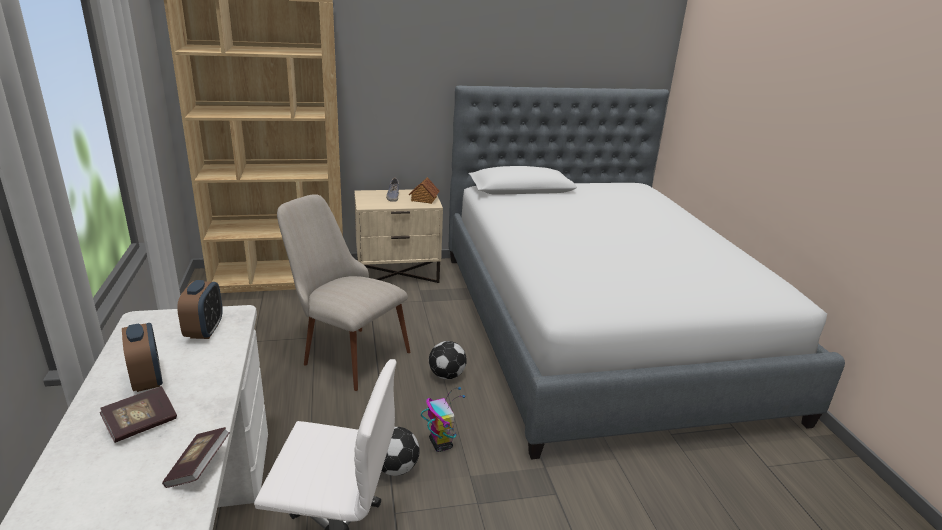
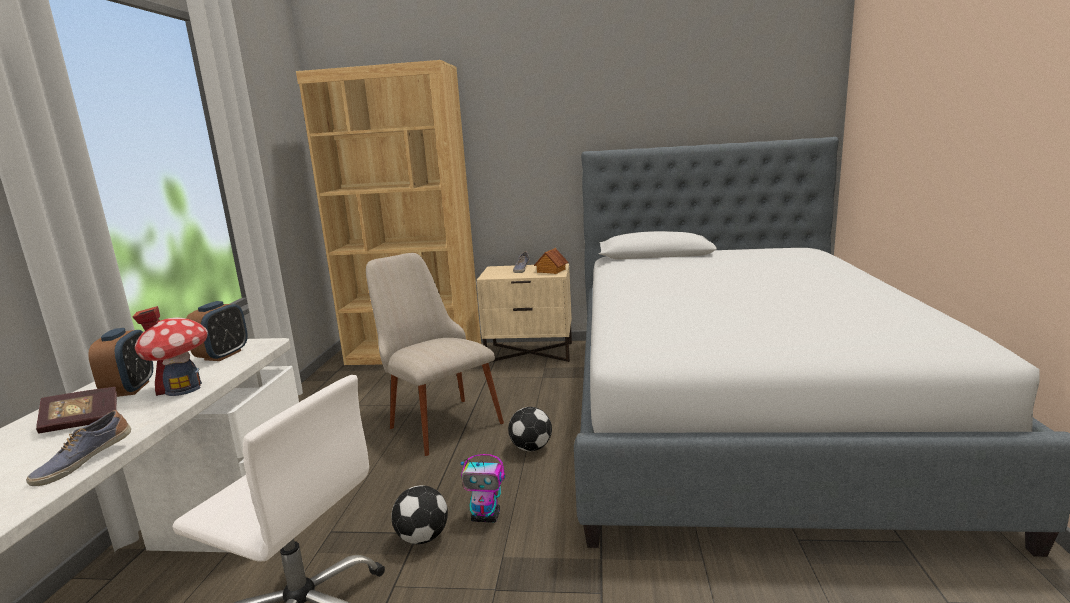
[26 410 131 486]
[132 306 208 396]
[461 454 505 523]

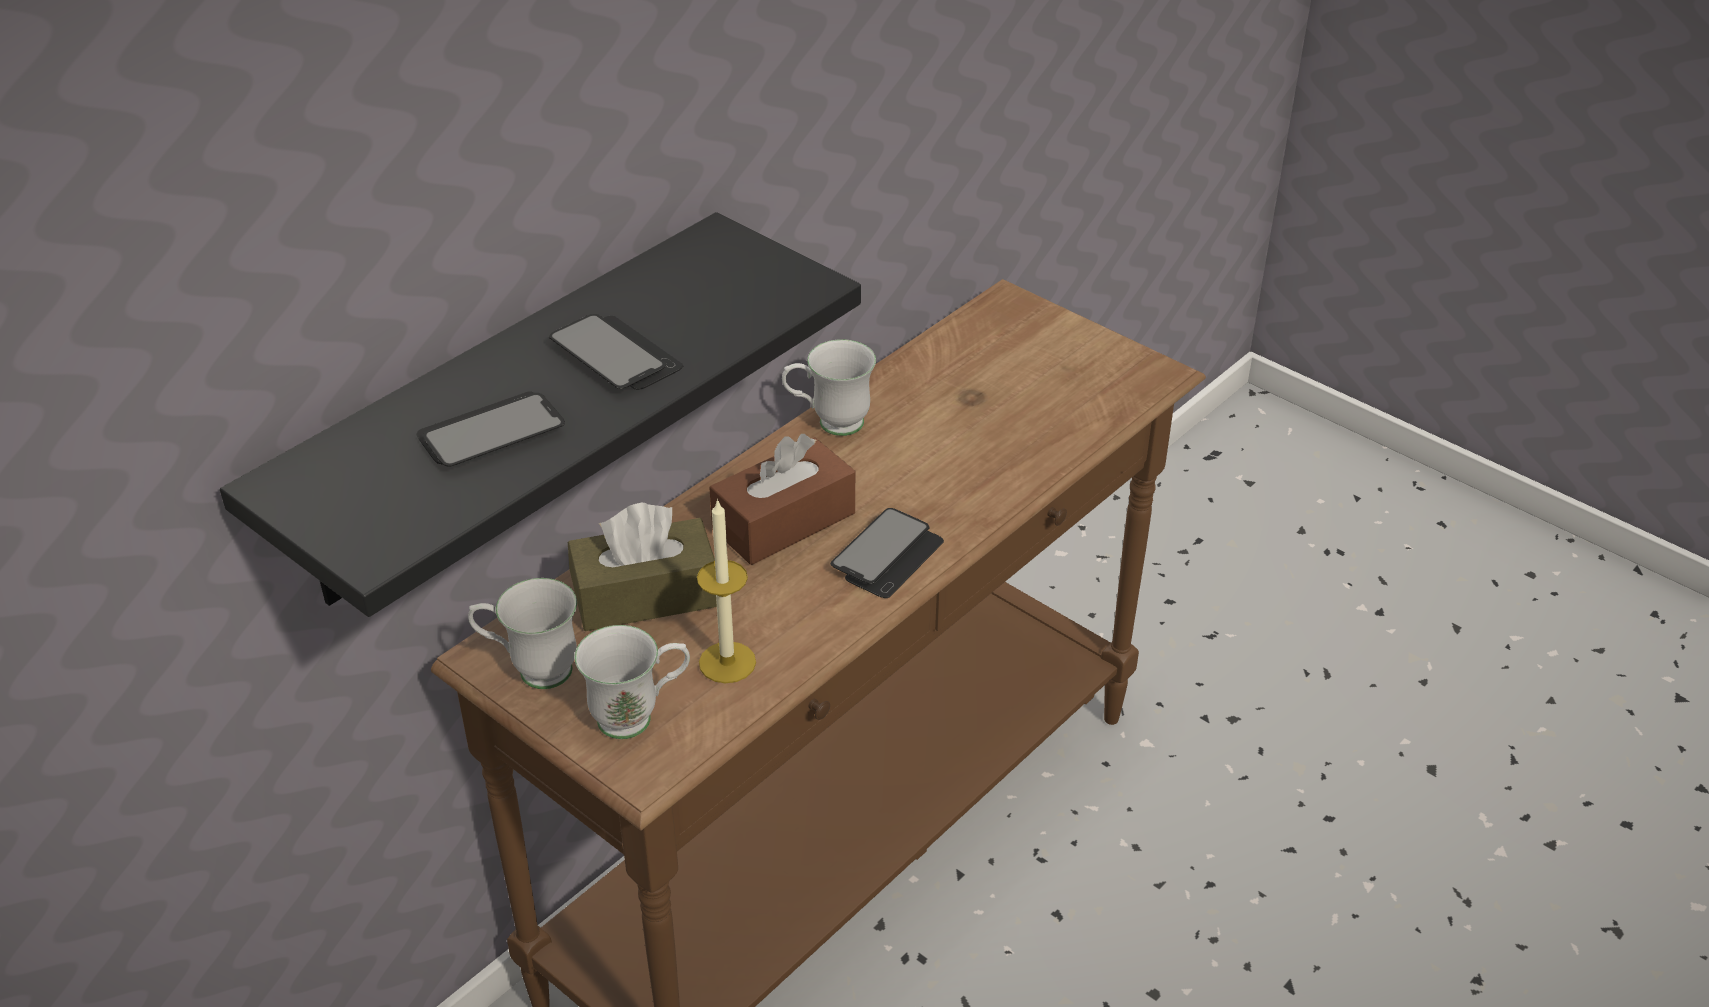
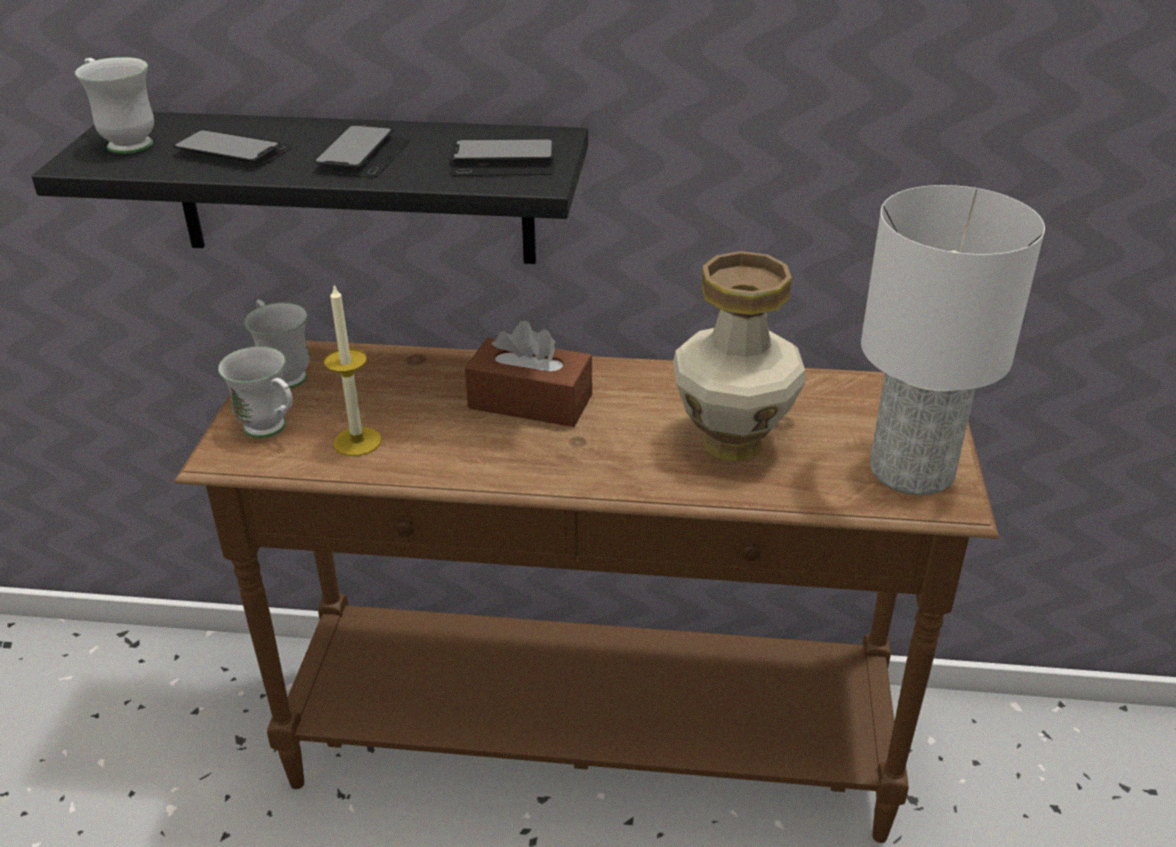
[75 57 154 154]
[450 139 555 176]
[673 251 806 462]
[861 185 1045 495]
[568 503 717 631] (first image)

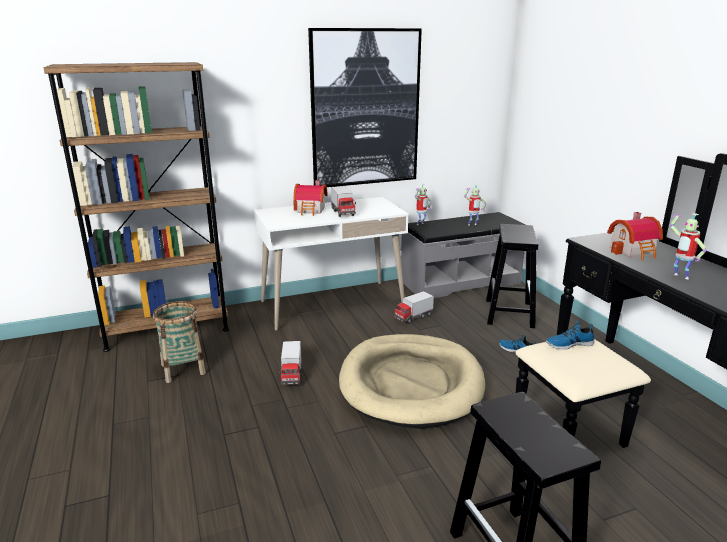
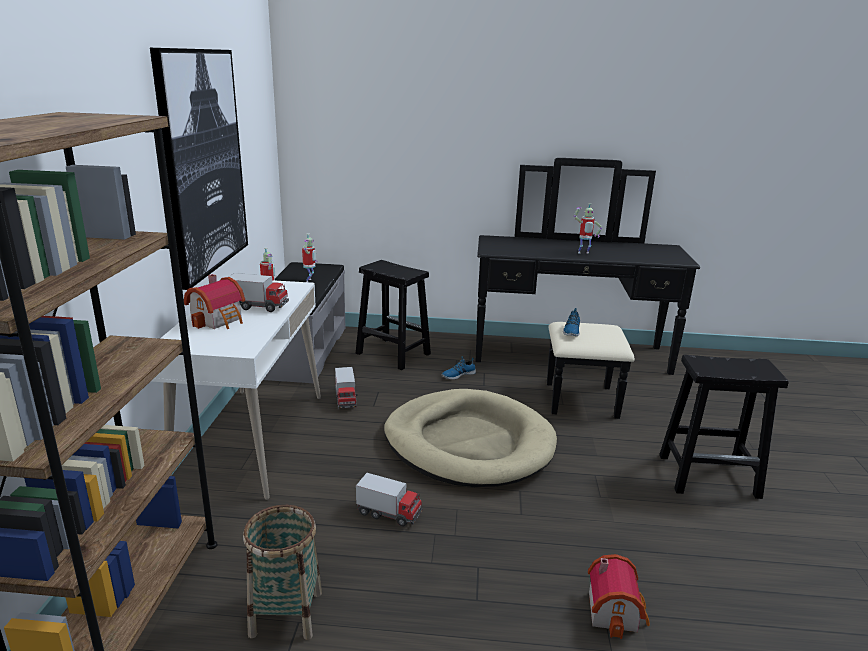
[588 554 650 639]

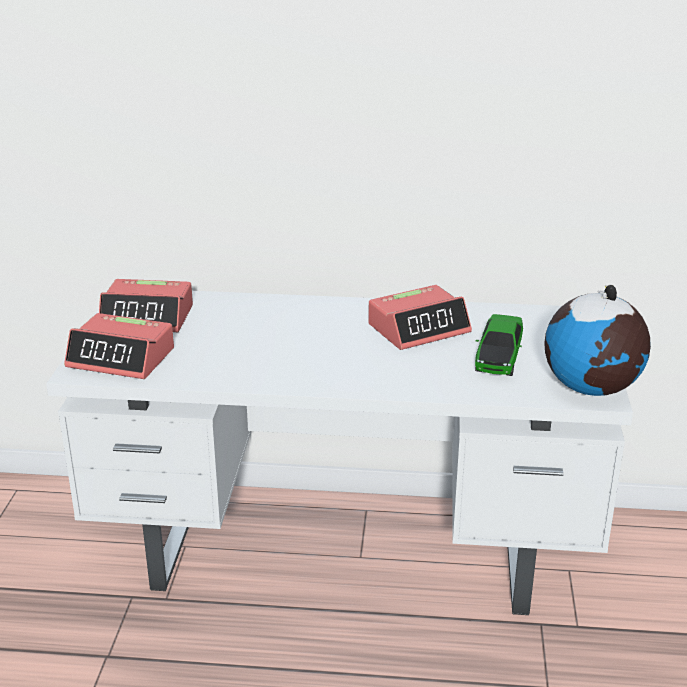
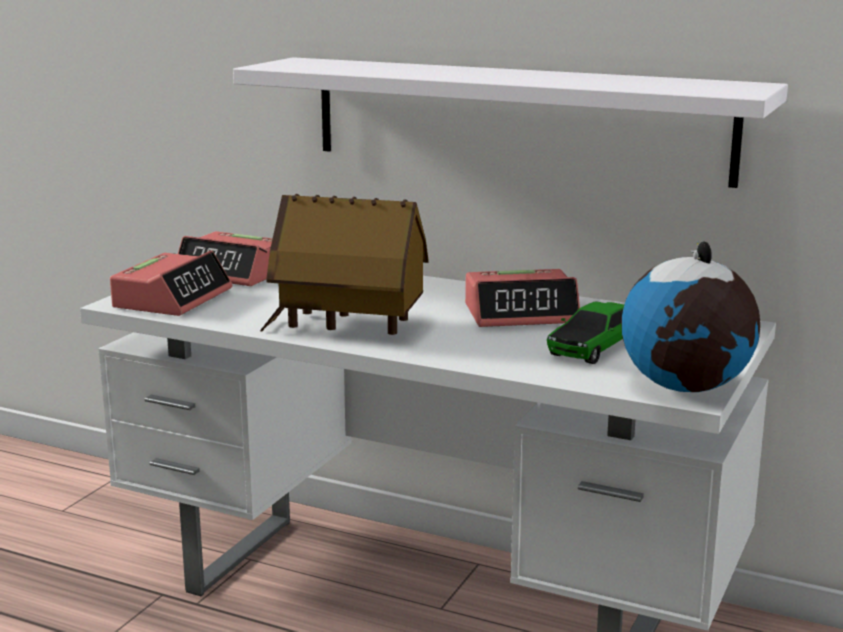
[110 251 232 316]
[233 57 788 188]
[260 194 428 335]

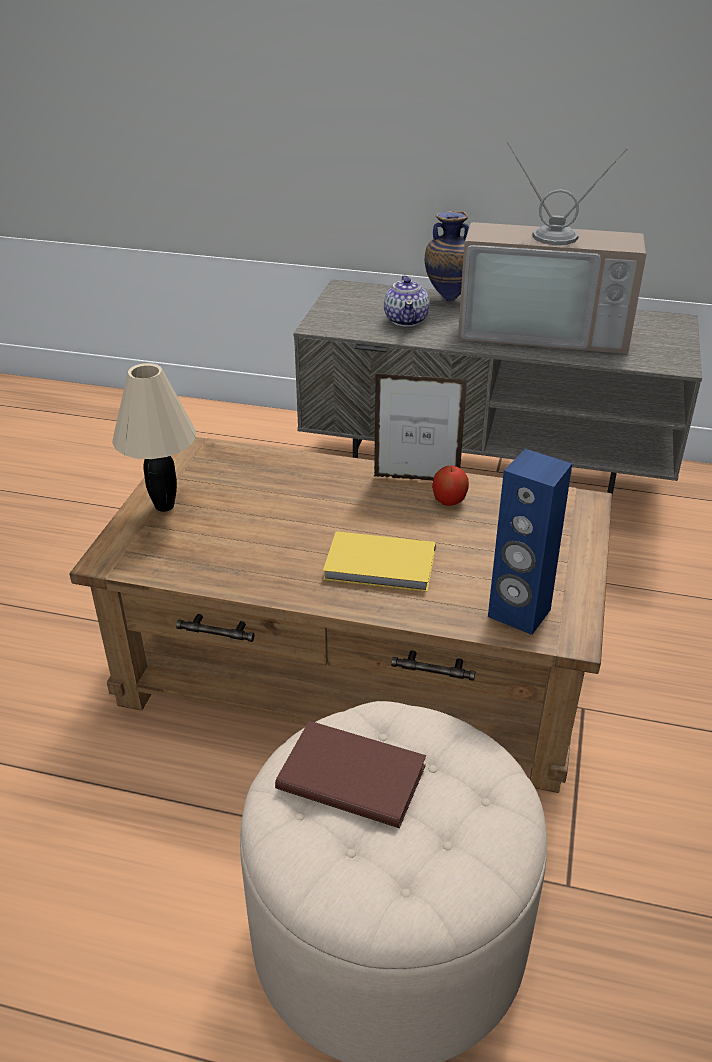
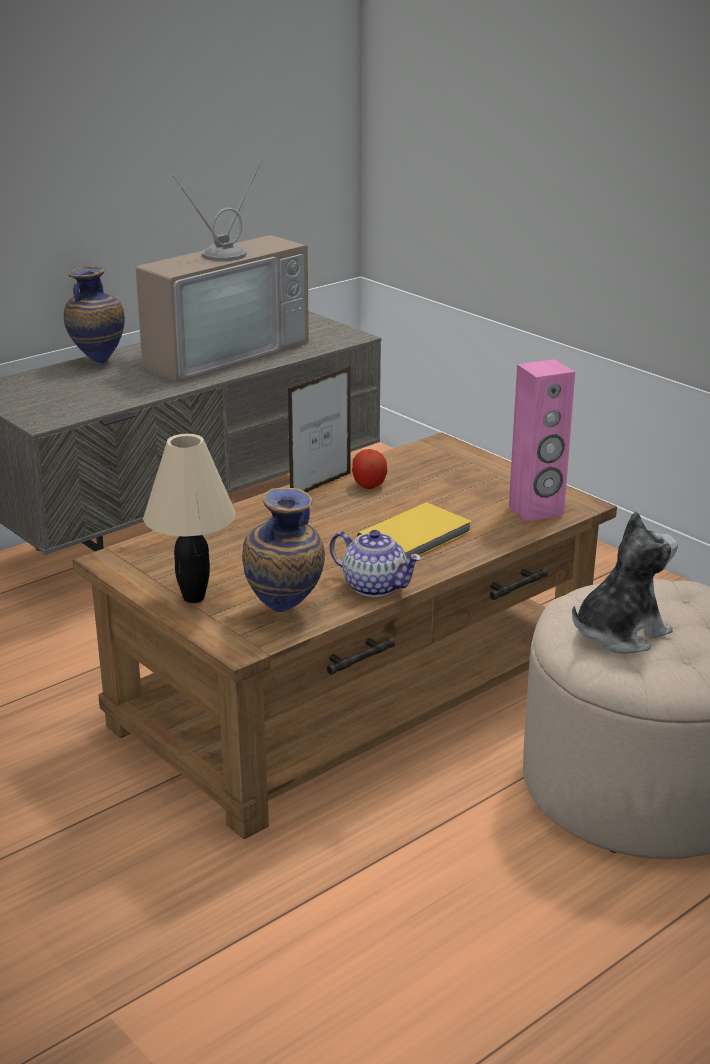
[242 488 325 612]
[330 530 422 597]
[509 359 575 522]
[572 511 678 654]

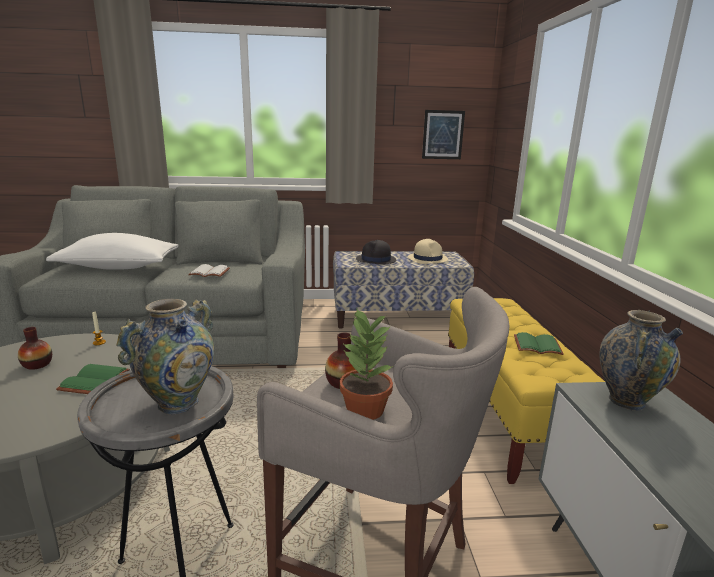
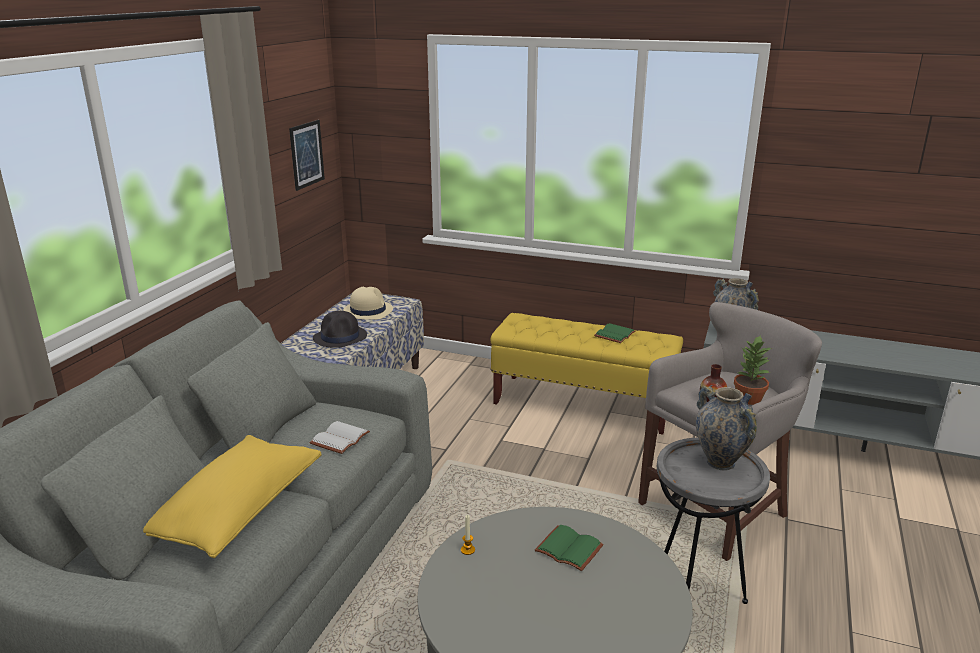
[143 435 322 558]
[18 327 52 370] (first image)

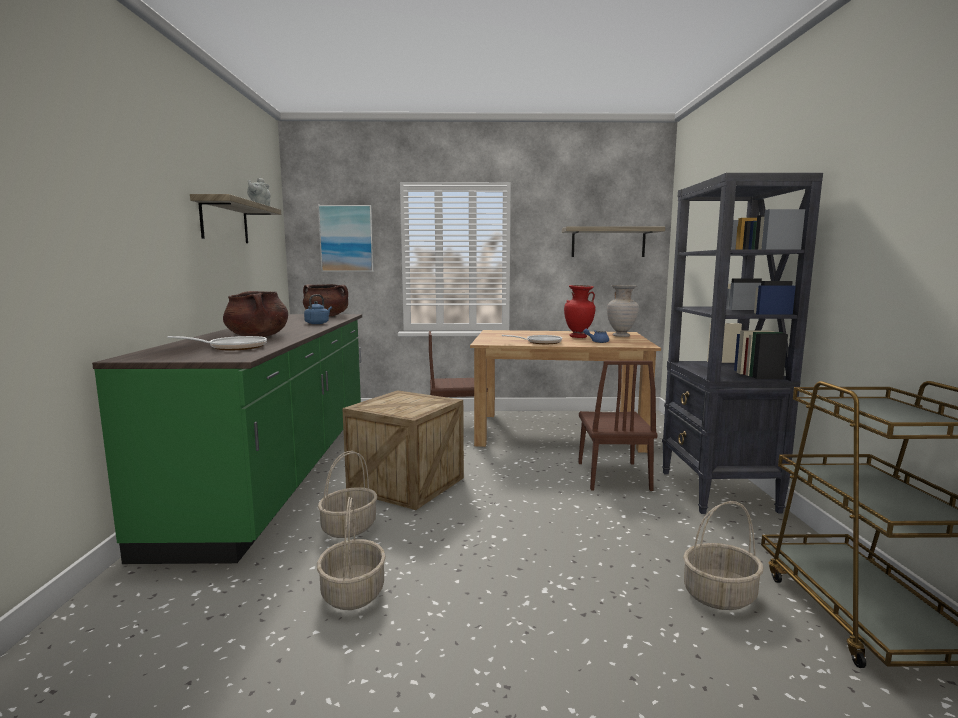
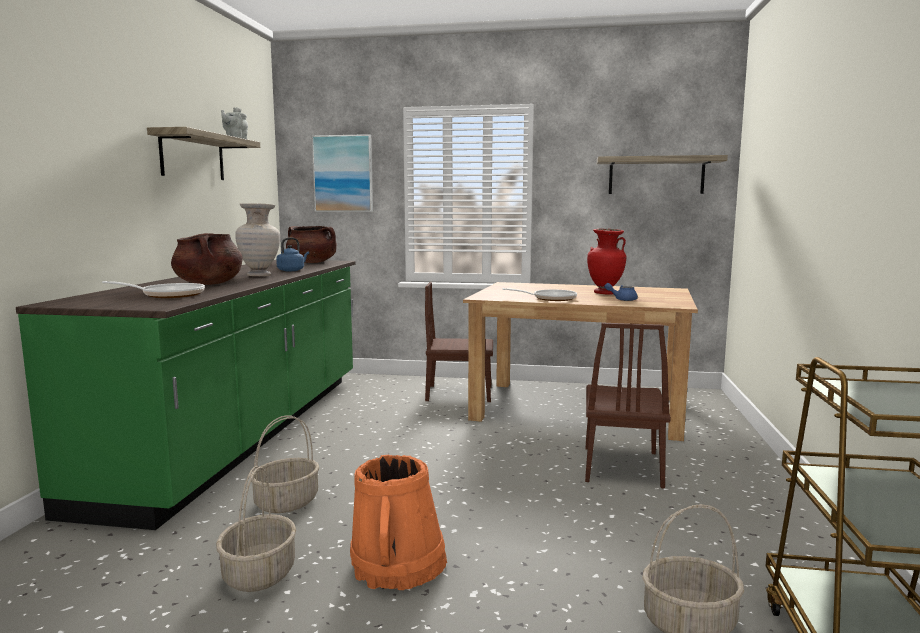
[235 203 280 276]
[350 454 447 590]
[342 390 464 510] (first image)
[662 173 823 514] (first image)

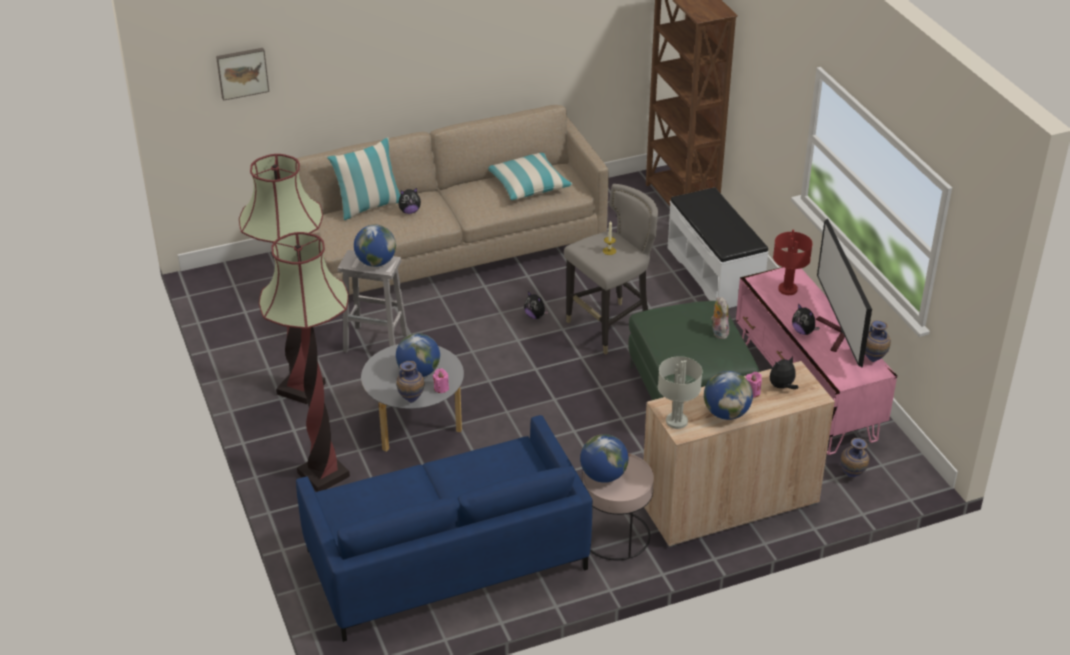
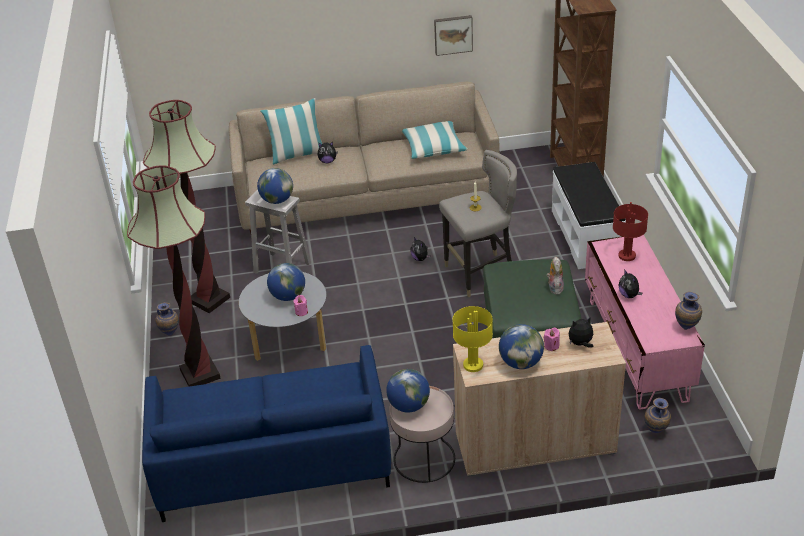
[155 302 179 336]
[434 15 473 56]
[453 306 493 372]
[816 218 872 368] (first image)

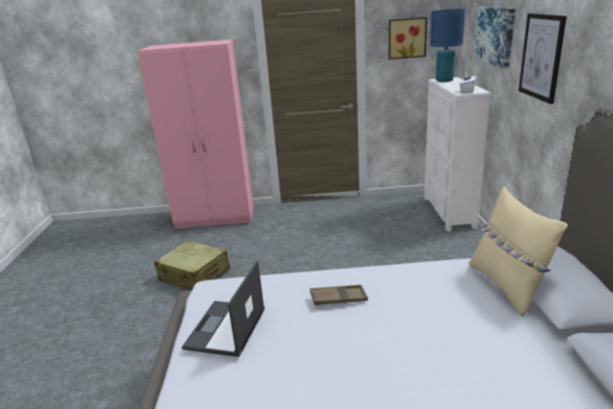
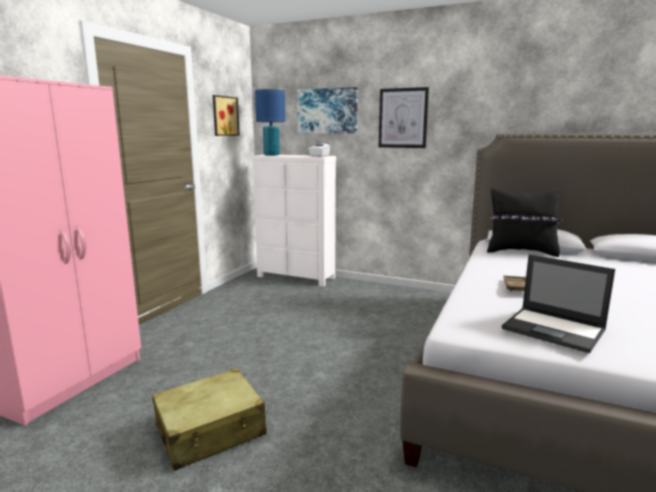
[487 188 562 257]

